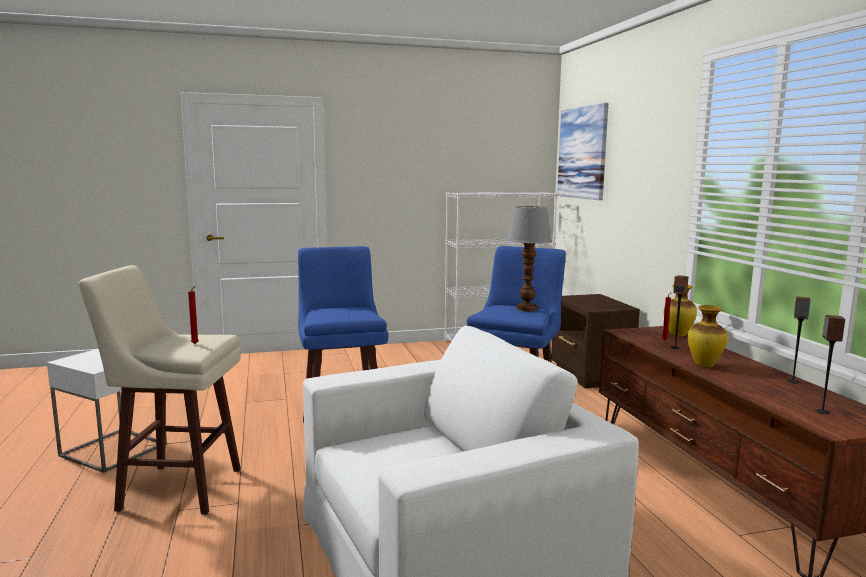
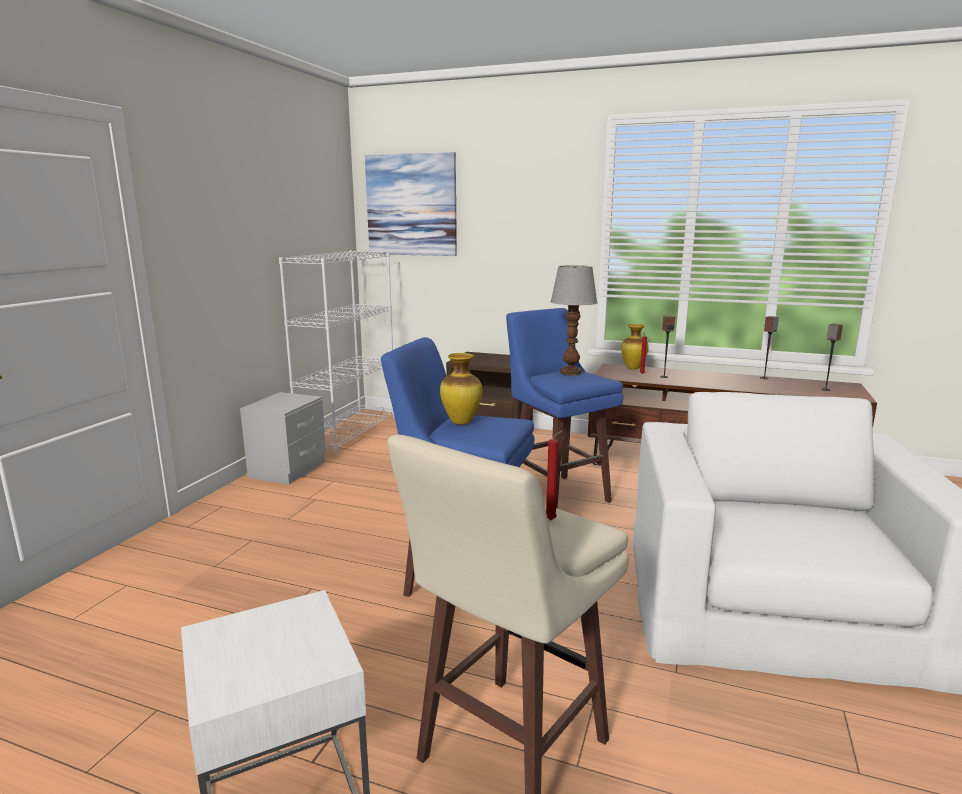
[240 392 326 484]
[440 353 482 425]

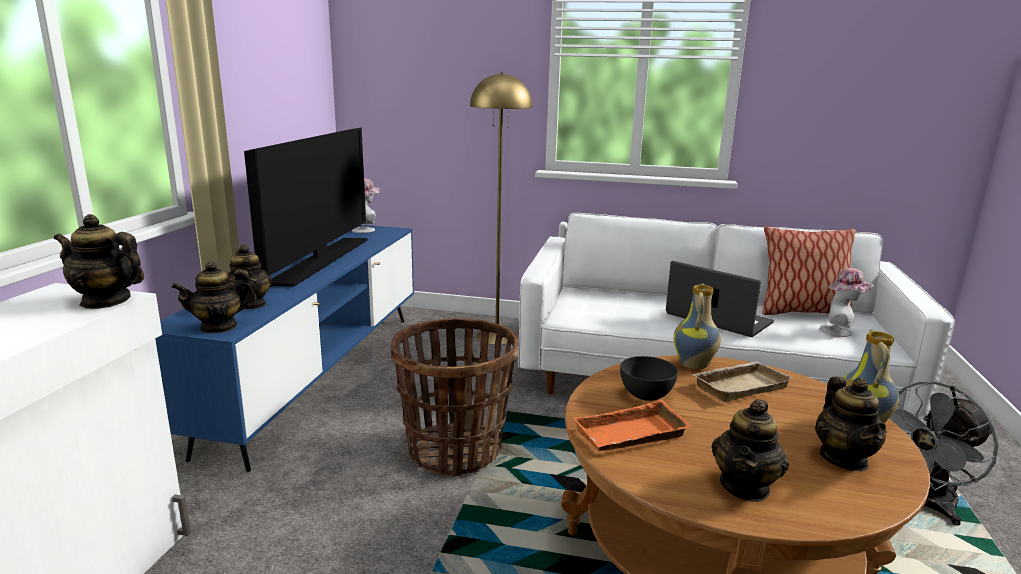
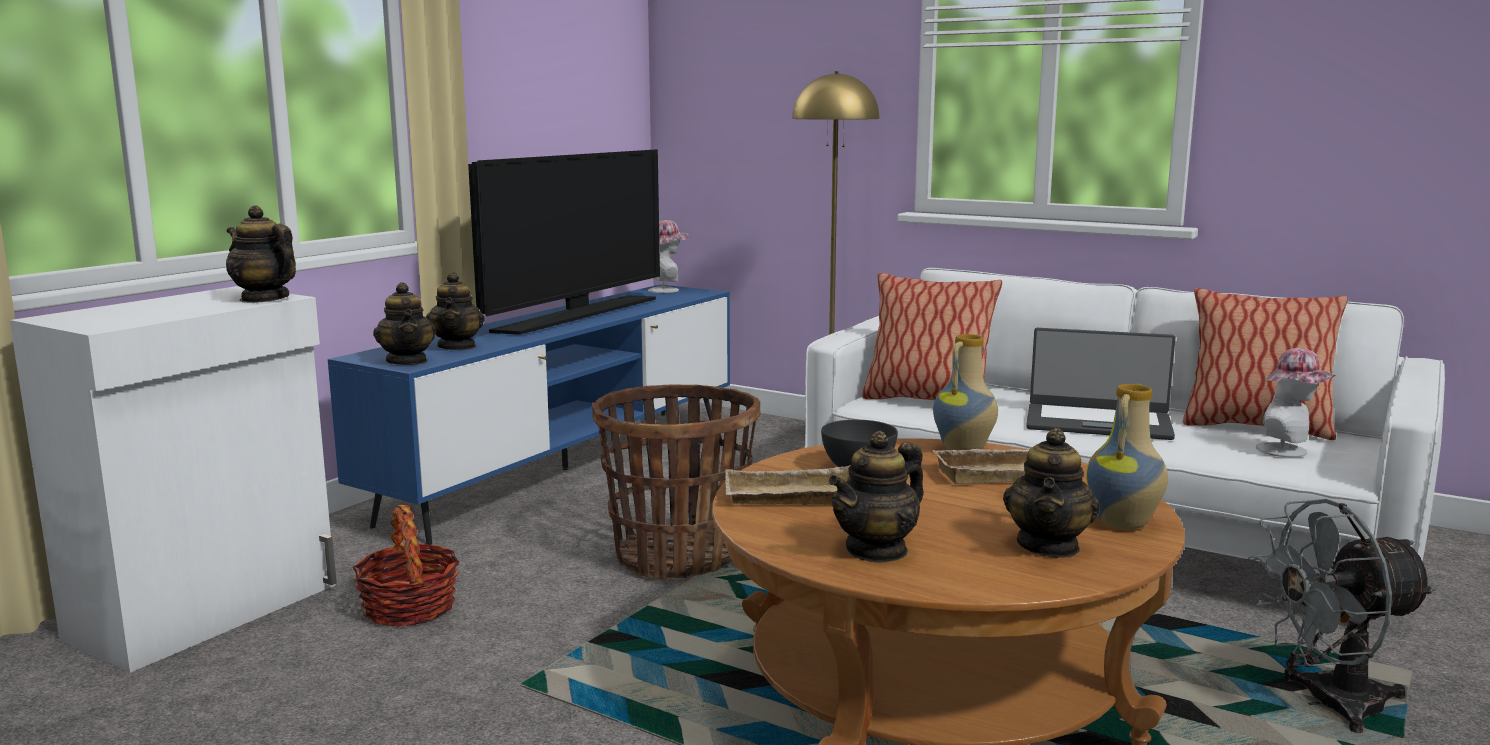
[353 505 460 627]
[373 282 436 365]
[725 465 851 505]
[862 272 1002 400]
[1026 328 1176 440]

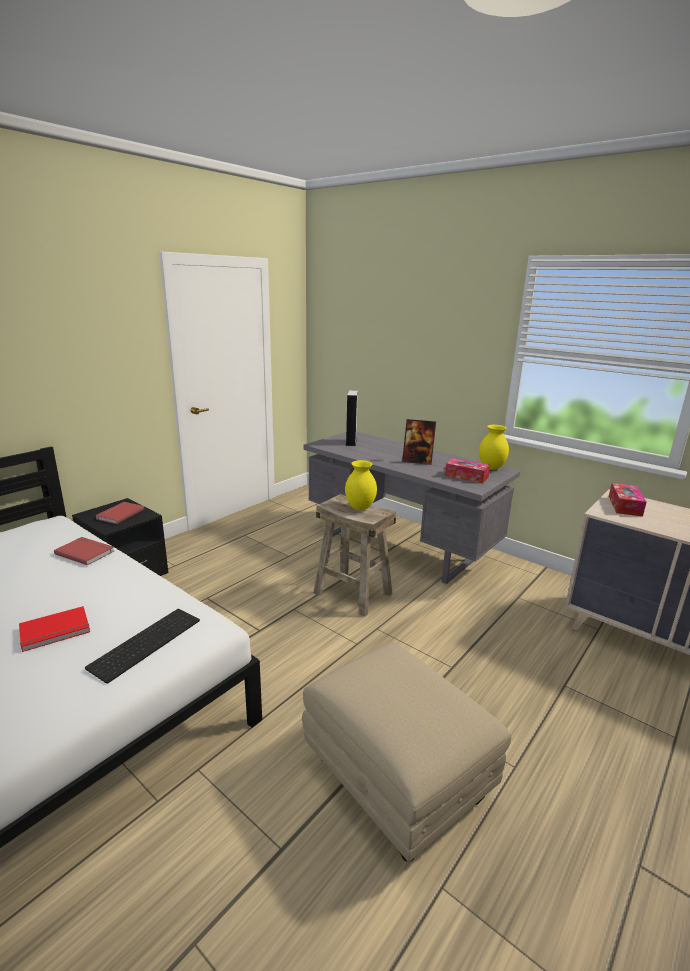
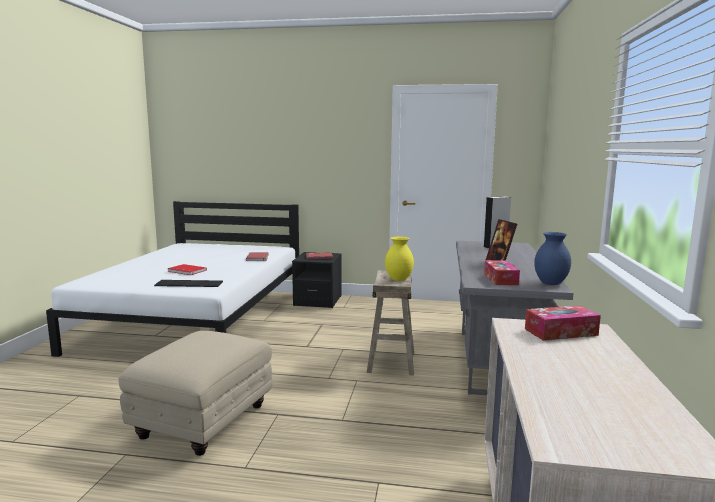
[534 232 571 285]

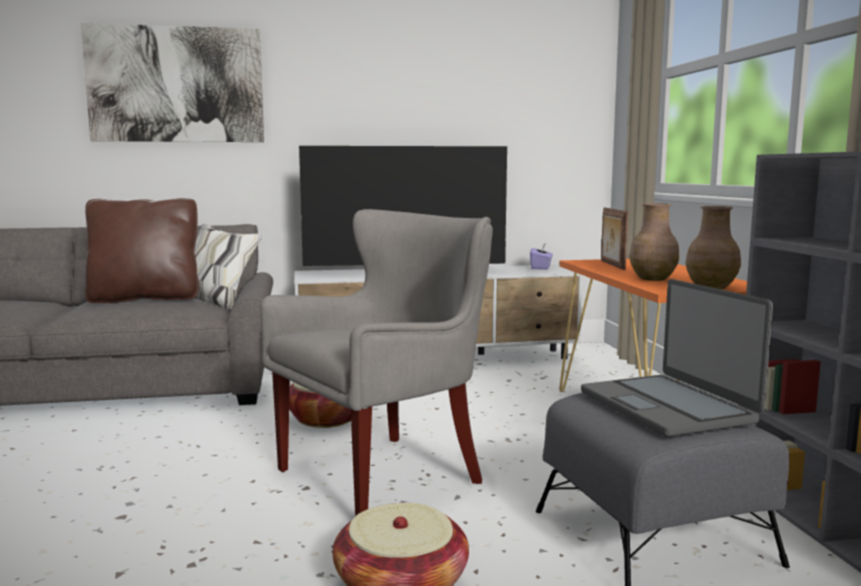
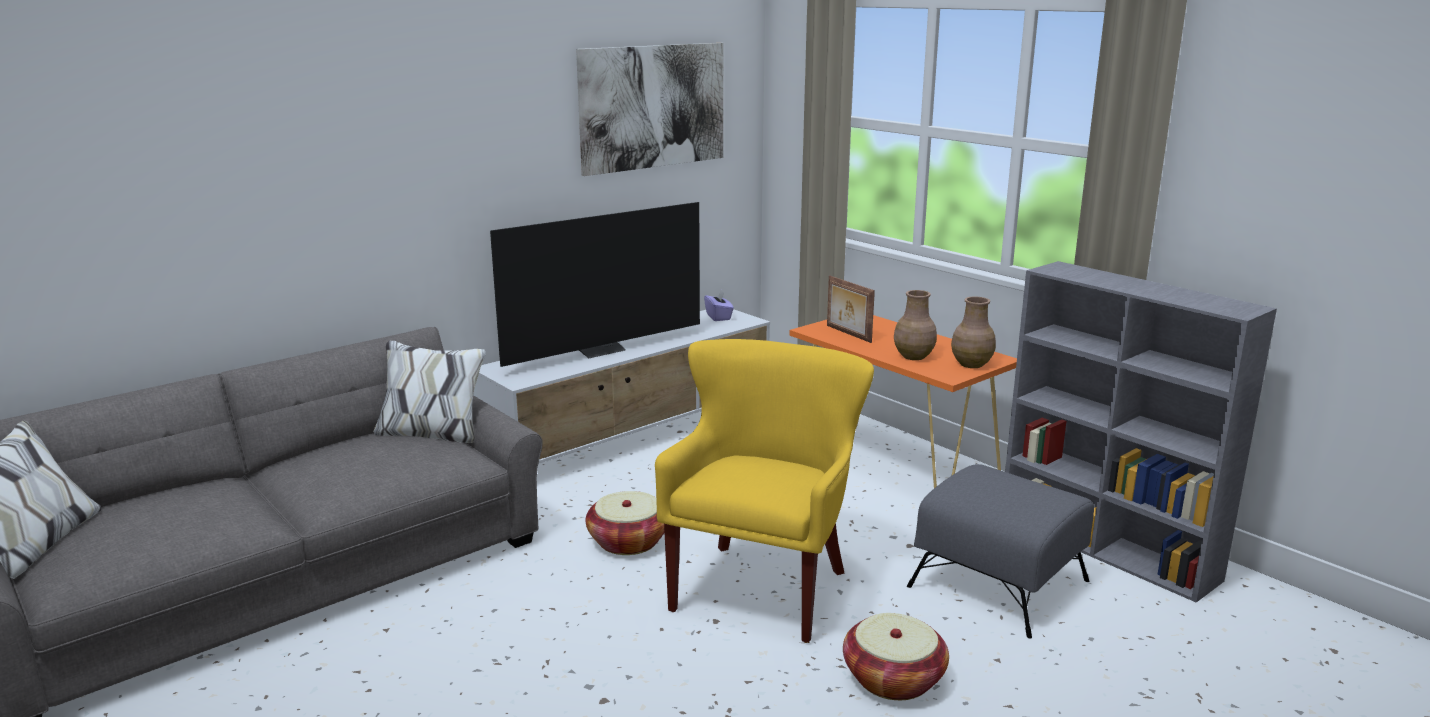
[576 43 723 176]
[655 339 874 643]
[85 198 199 303] (first image)
[581 279 773 437] (first image)

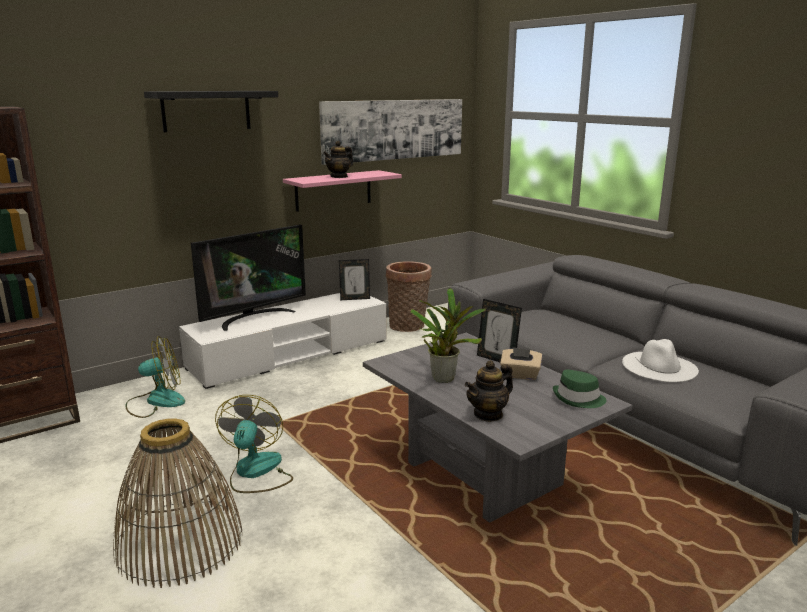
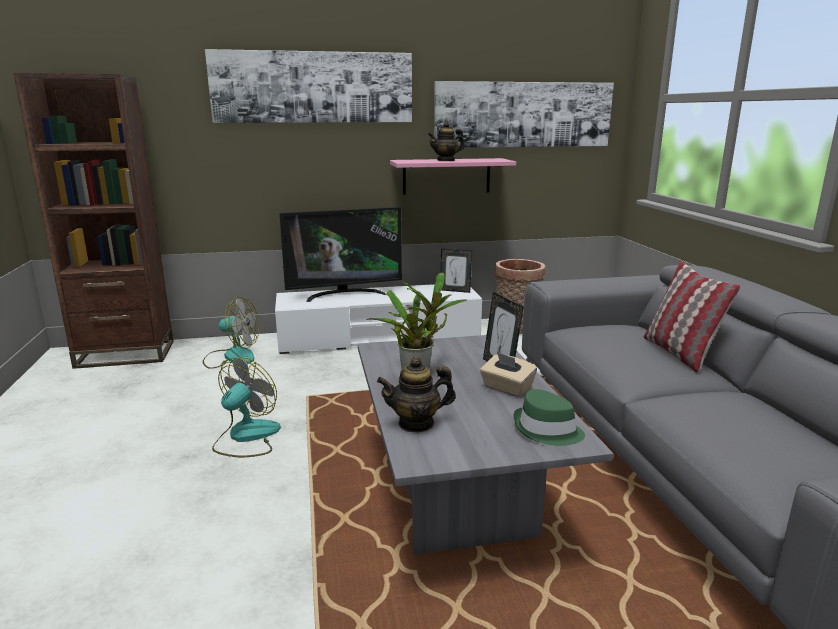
[205 49 412 123]
[644 261 741 373]
[113 418 243 588] (first image)
[622 339 699 382] (first image)

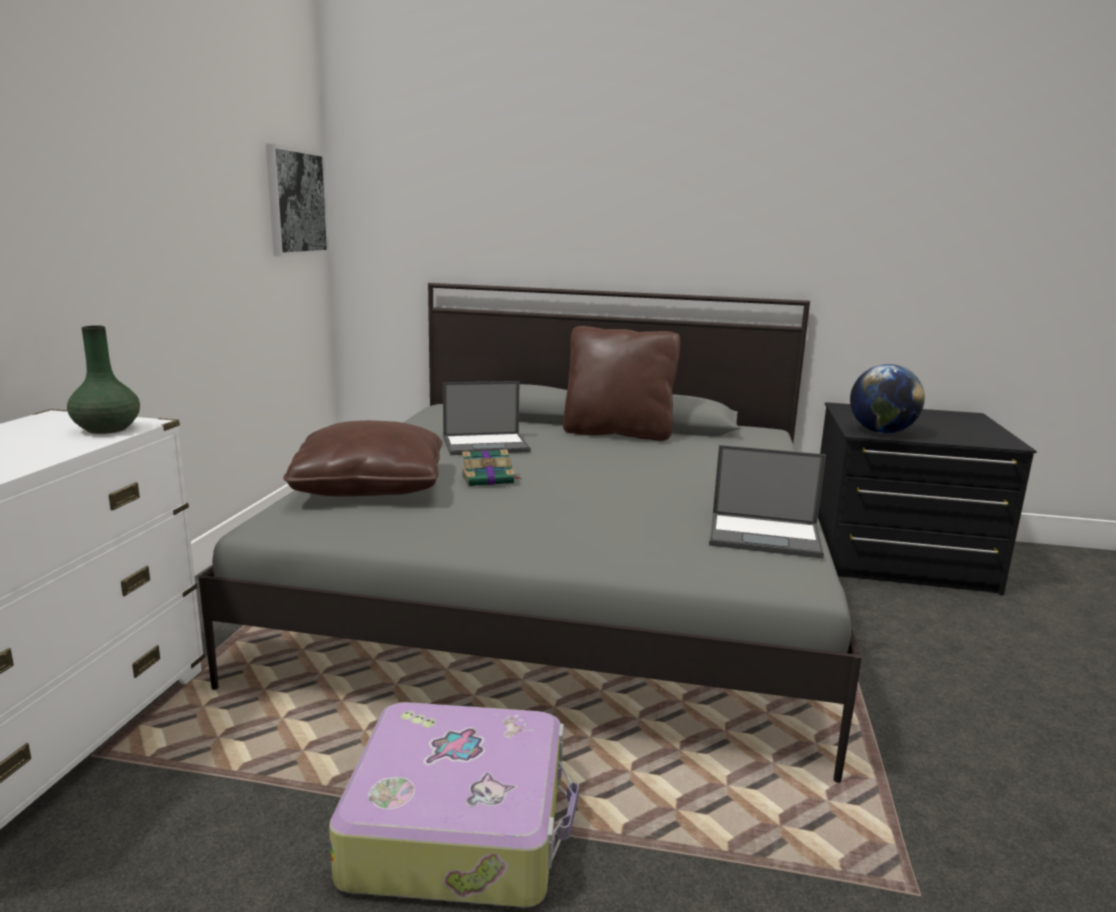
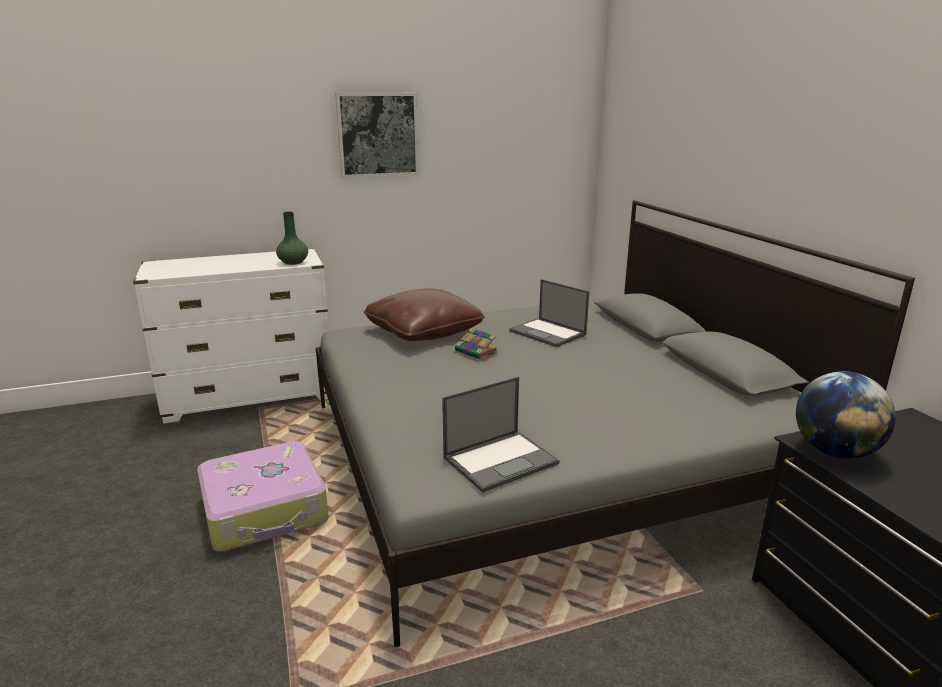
[335 93 419 178]
[442 376 560 493]
[563 326 680 441] (first image)

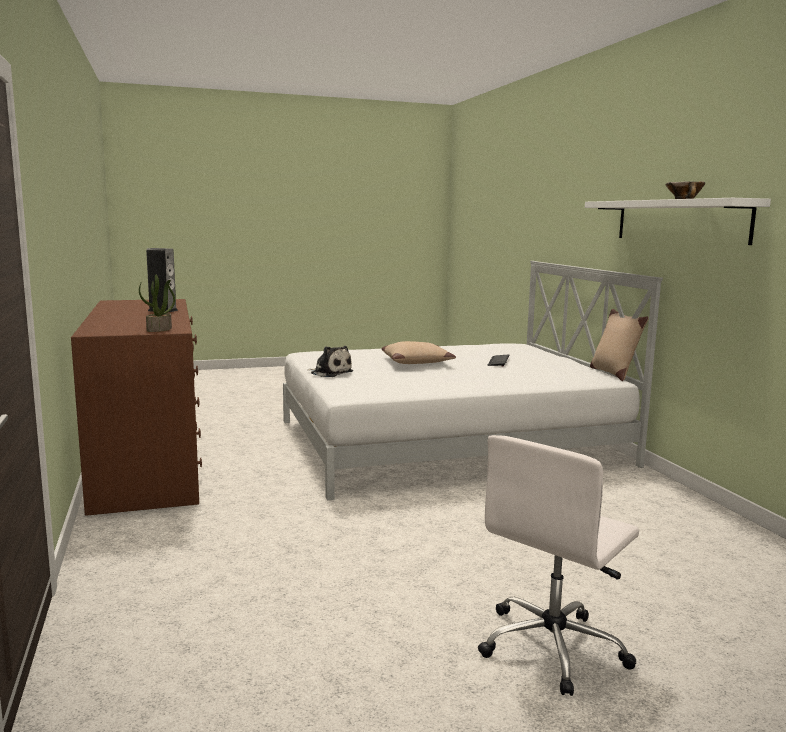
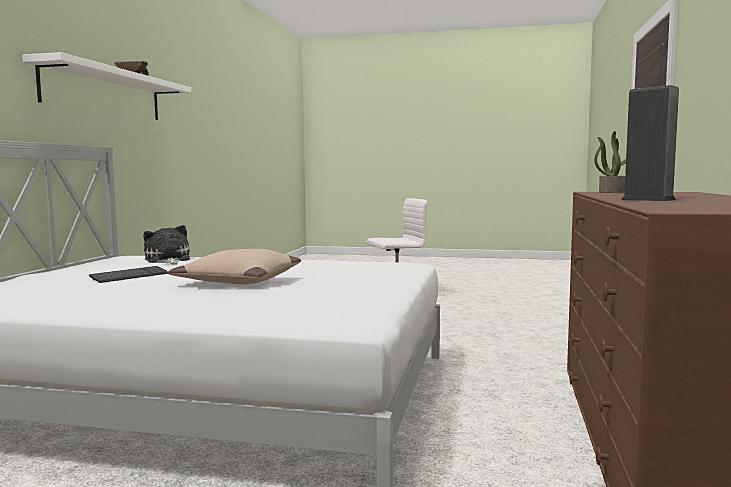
[143 225 190 264]
[590 309 649 381] (first image)

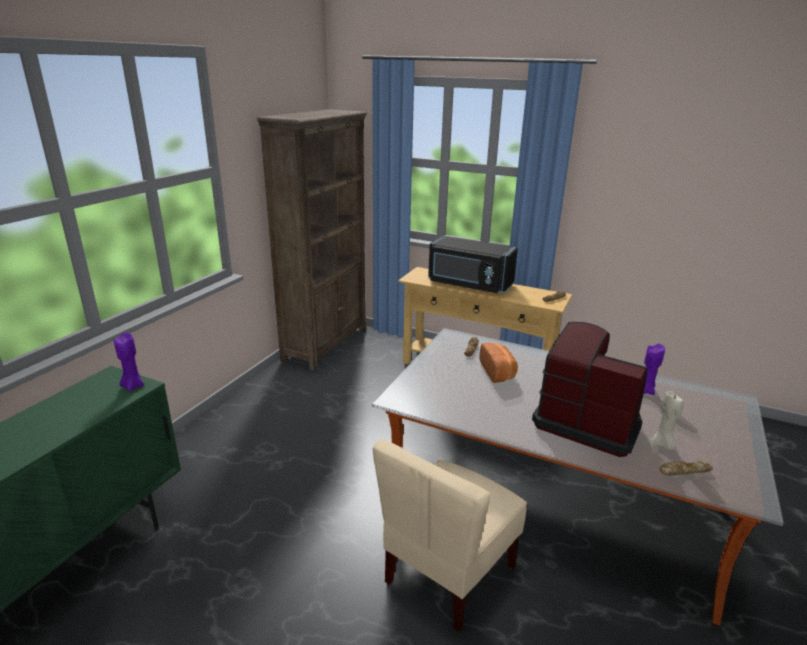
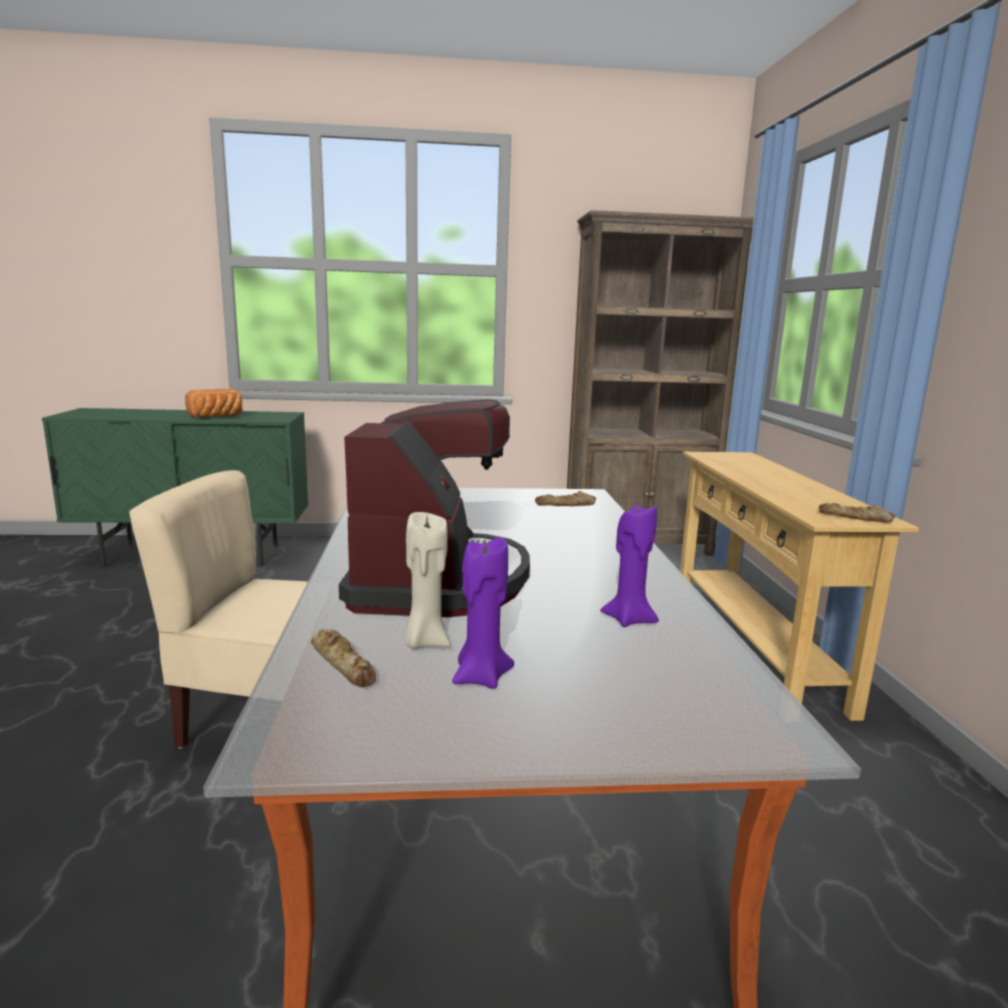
[185 389 243 417]
[452 537 514 689]
[428 236 518 293] (first image)

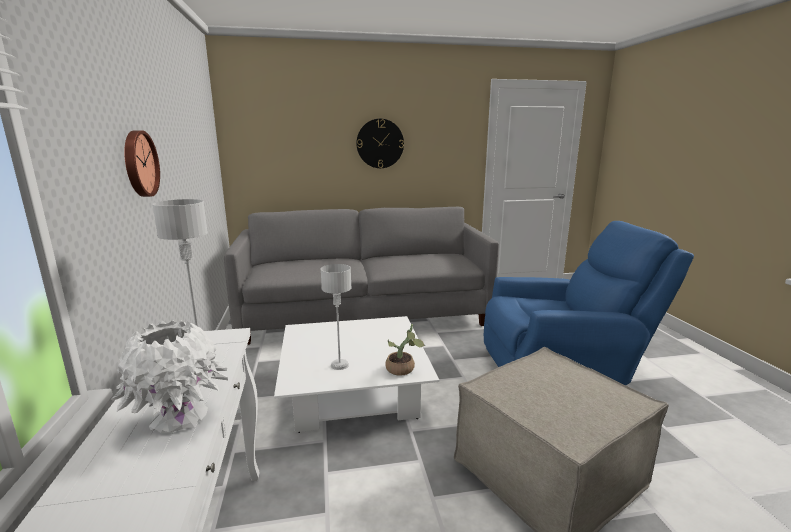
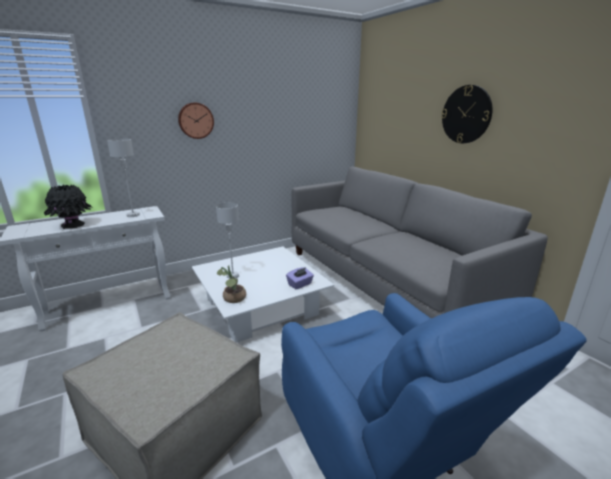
[44 185 93 229]
[286 267 314 289]

